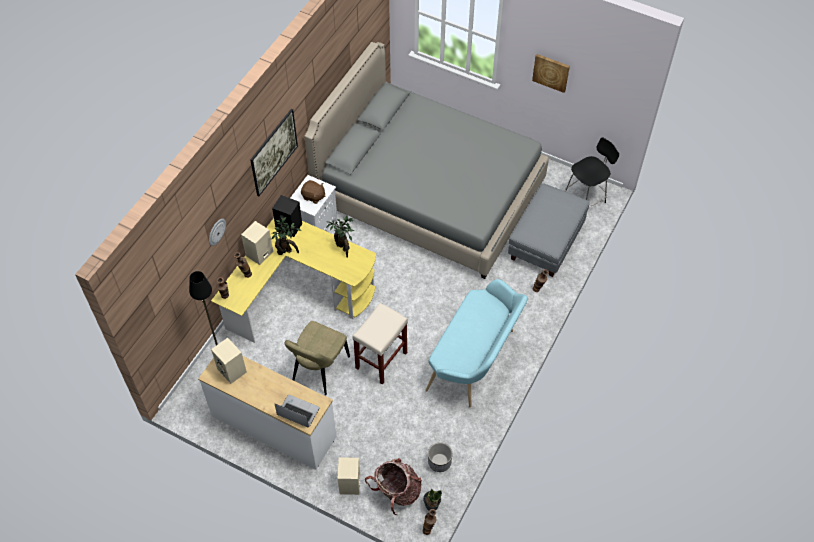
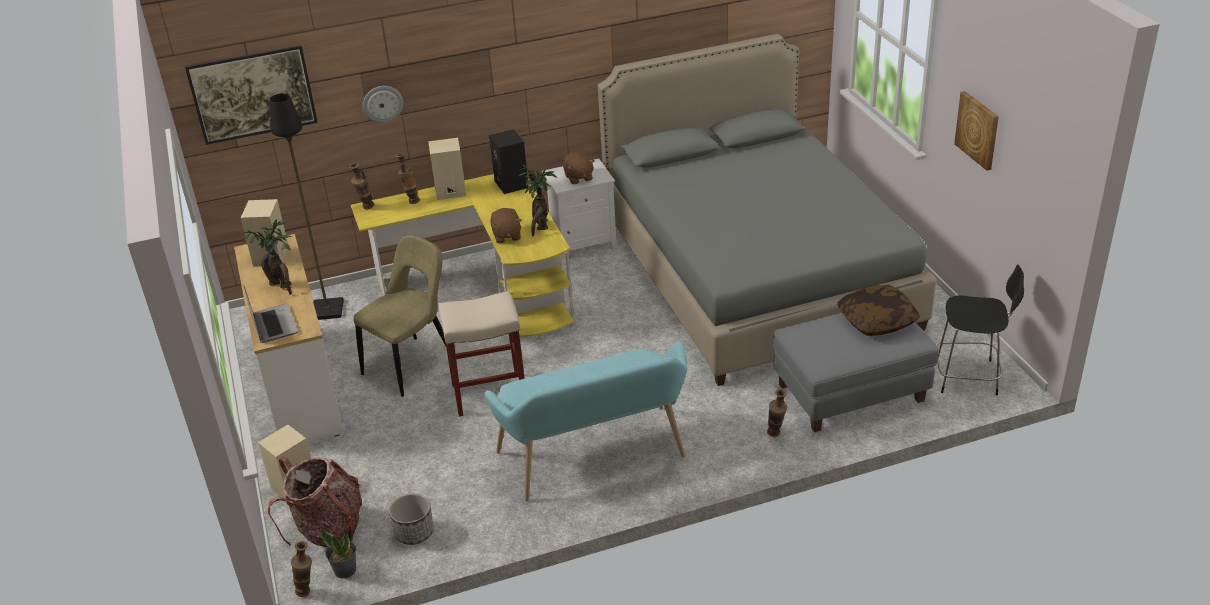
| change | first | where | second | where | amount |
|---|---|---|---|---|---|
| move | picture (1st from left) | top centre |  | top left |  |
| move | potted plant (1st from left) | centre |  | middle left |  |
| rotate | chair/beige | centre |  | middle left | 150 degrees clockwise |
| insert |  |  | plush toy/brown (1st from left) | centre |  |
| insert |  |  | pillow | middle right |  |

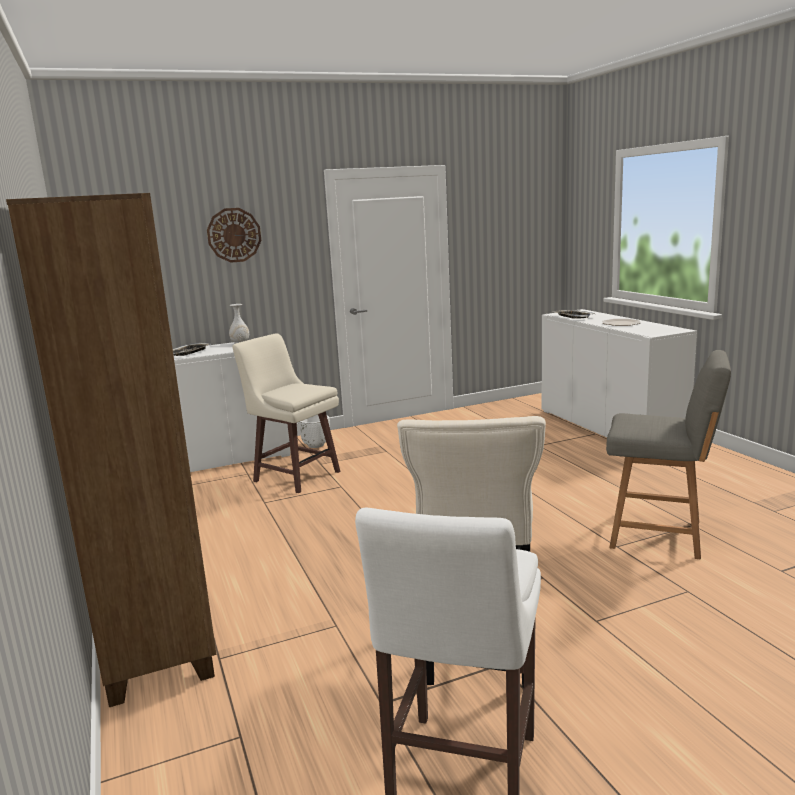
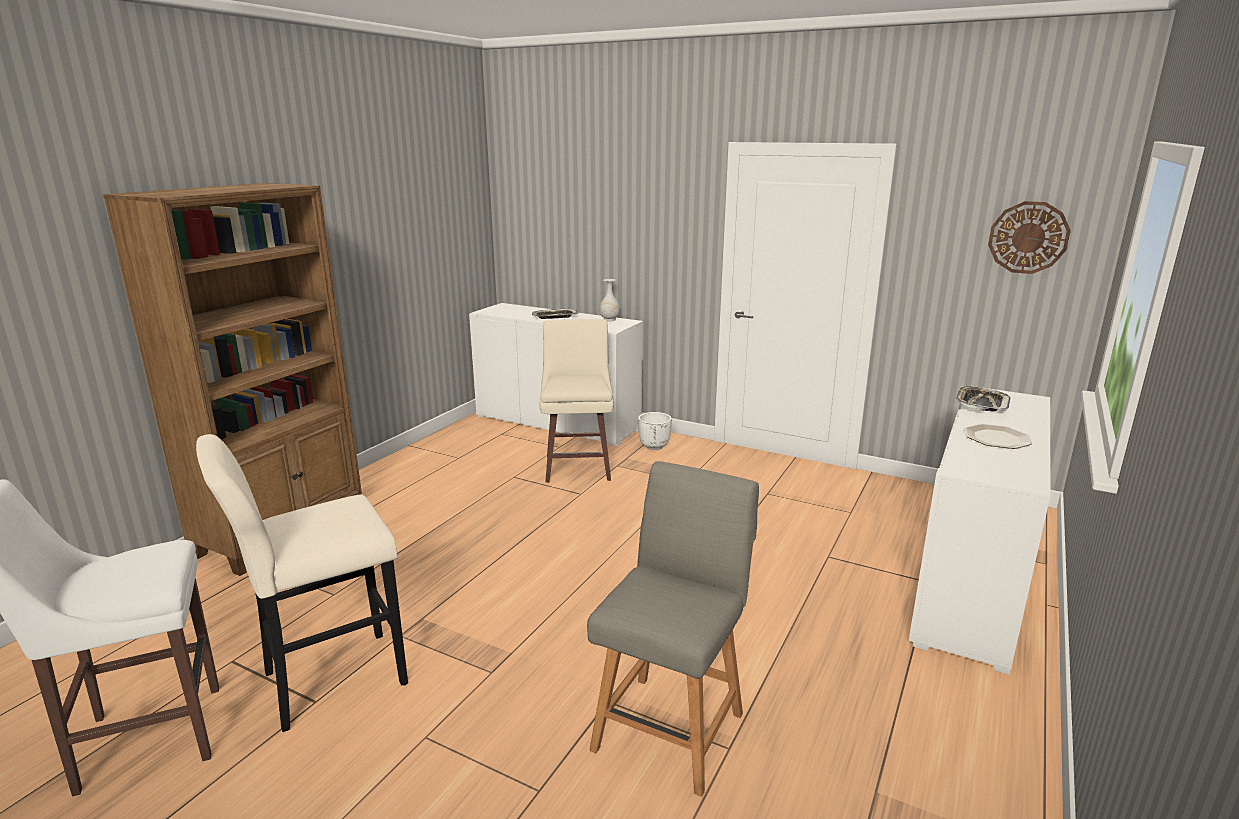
| change | first | where | second | where | amount |
|---|---|---|---|---|---|
| rotate | chair/grey | middle right |  | bottom centre | 135 degrees counterclockwise |
| move | wall clock | top left |  | top right |  |

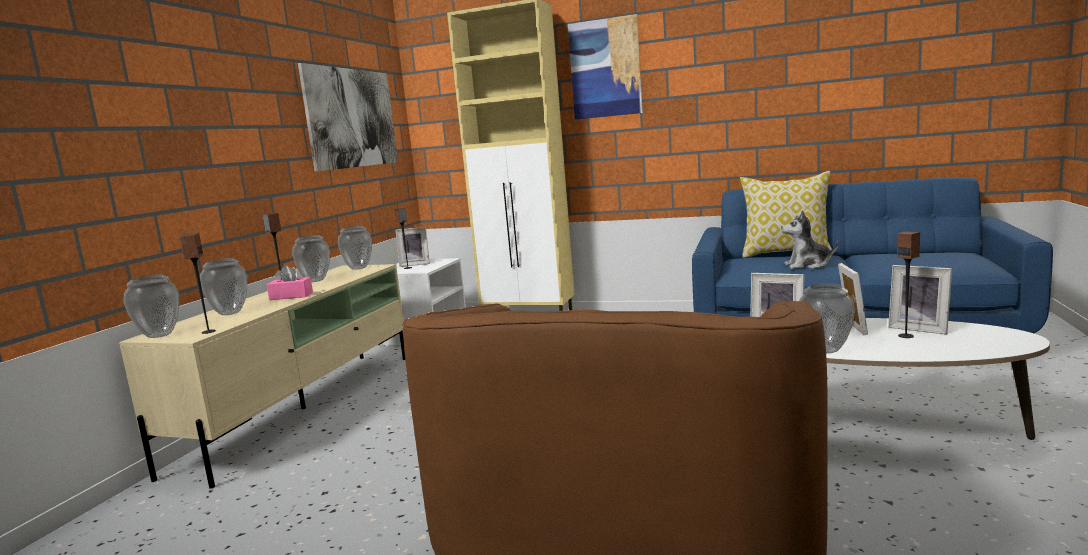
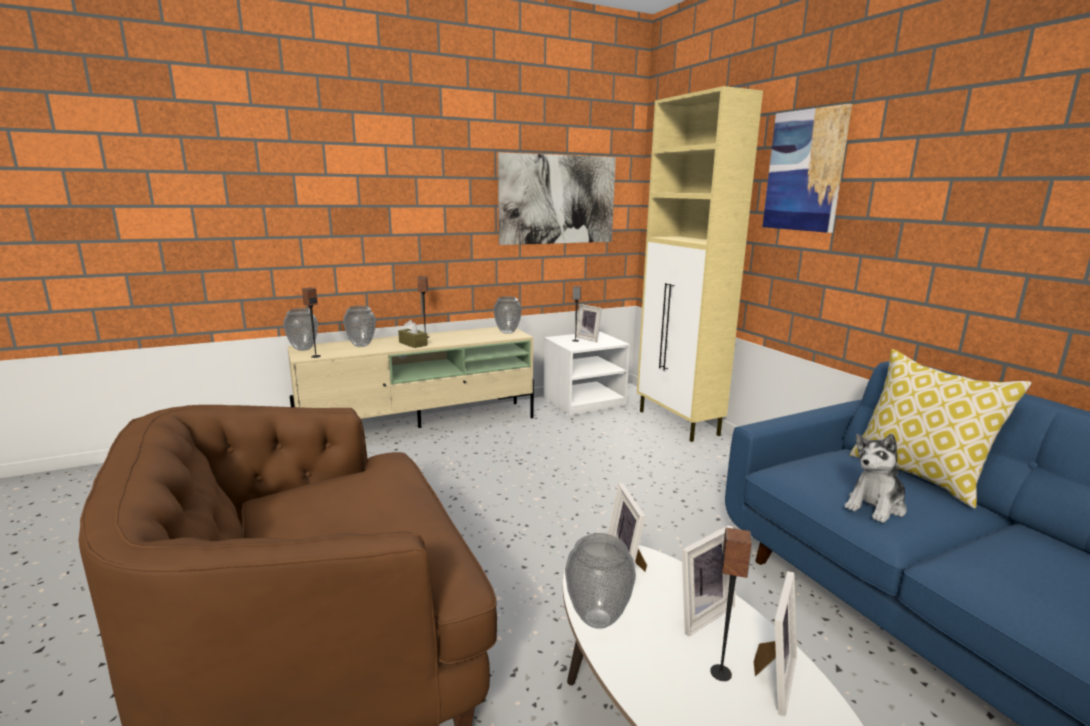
| change | first | where | second | where | amount |
|---|---|---|---|---|---|
| recolor | tissue box/pink | middle left | tissue box/brown | centre |  |
| rotate | picture frame (4th from left) | middle right |  | bottom right | 150 degrees counterclockwise |
| rotate | plush toy | middle right |  | middle right | 90 degrees counterclockwise |
| delete | vase (3rd from left) | middle left |  |  |  |

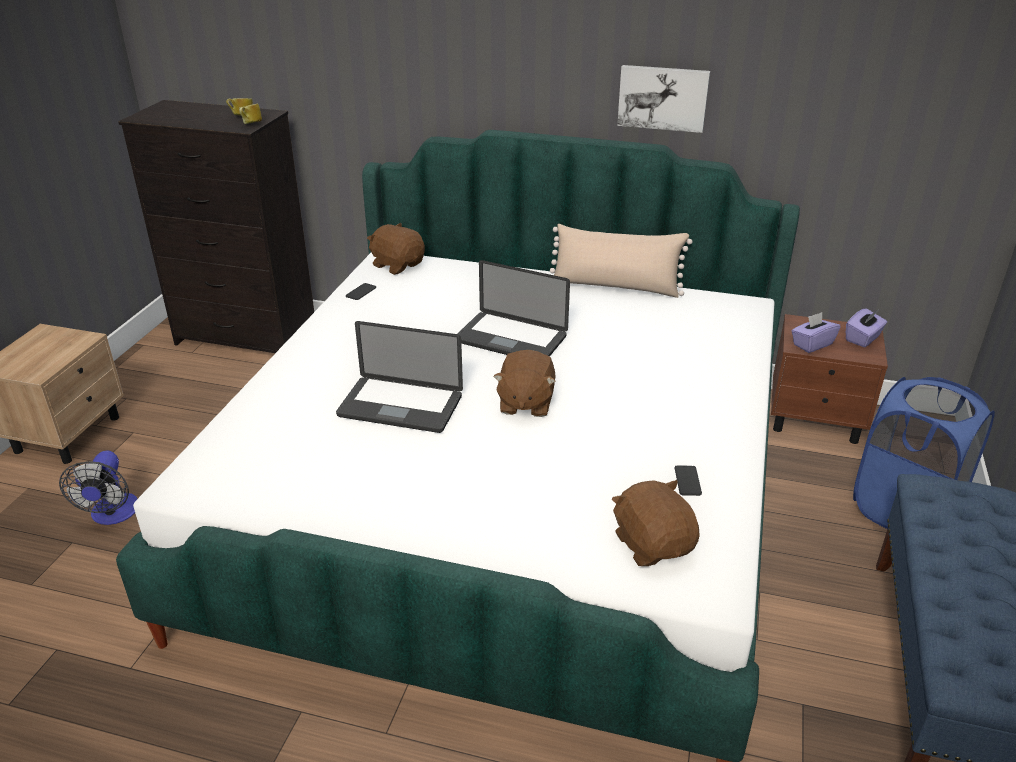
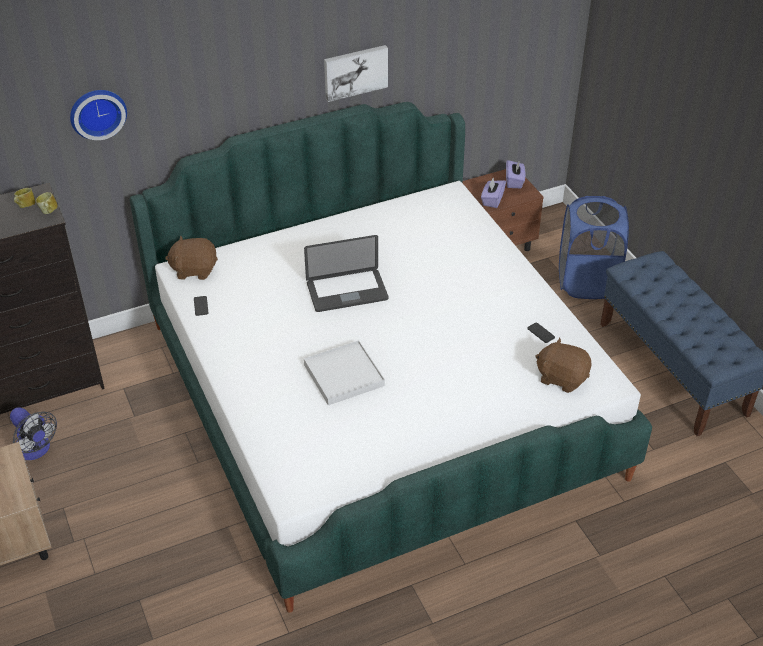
| change | first | where | second | where | amount |
|---|---|---|---|---|---|
| move | fan | middle left |  | bottom left |  |
| insert |  |  | wall clock | top left |  |
| replace | laptop (1st from left) | centre | tray/white | centre |  |
| delete | plush toy/brown (2nd from left) | centre |  |  |  |
| delete | pillow/beige | centre |  |  |  |

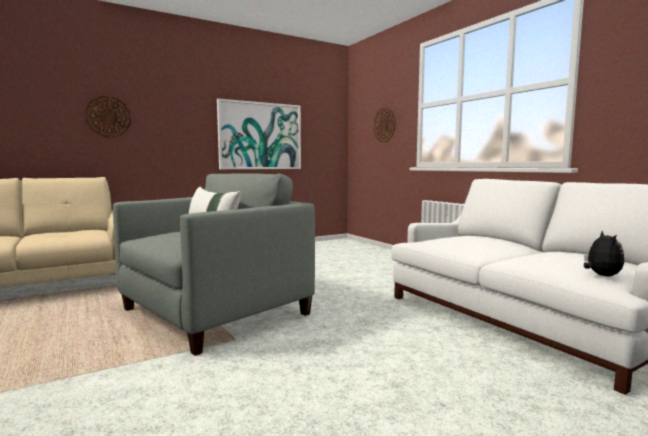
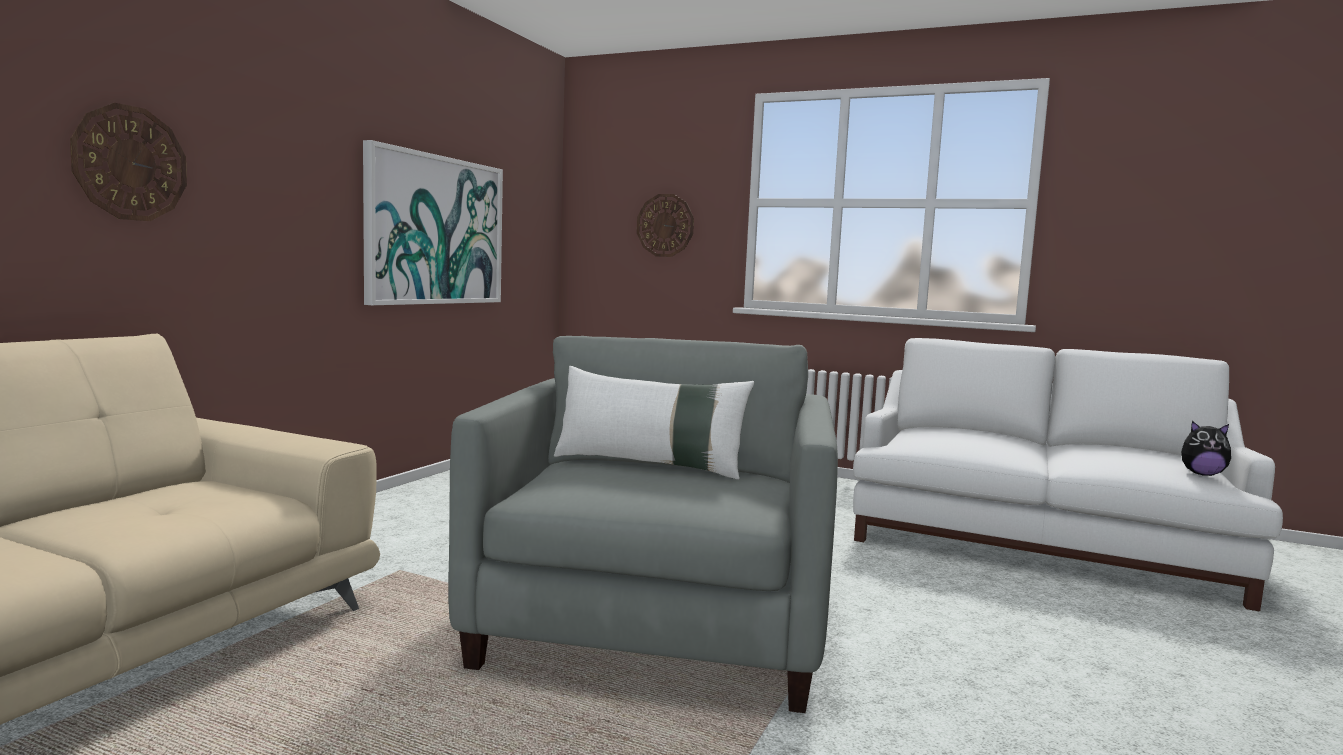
| change | first | where | second | where | amount |
|---|---|---|---|---|---|
| rotate | plush toy | middle right |  | middle right | 135 degrees clockwise |

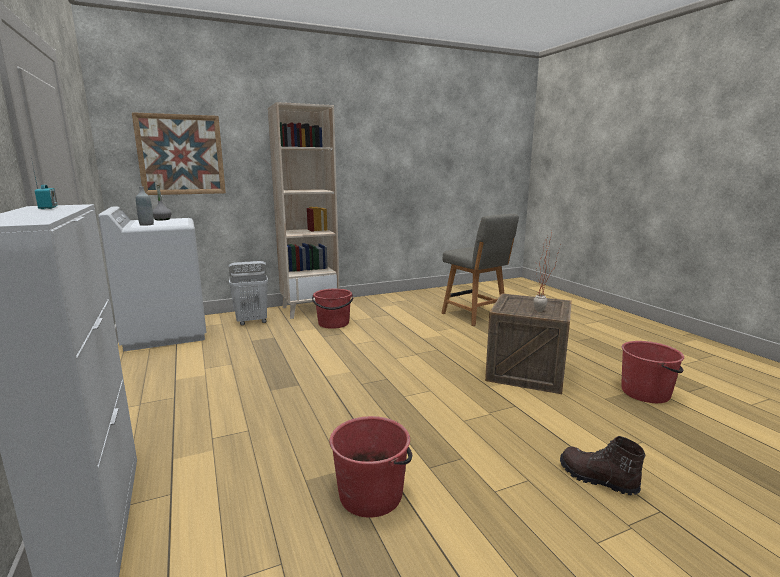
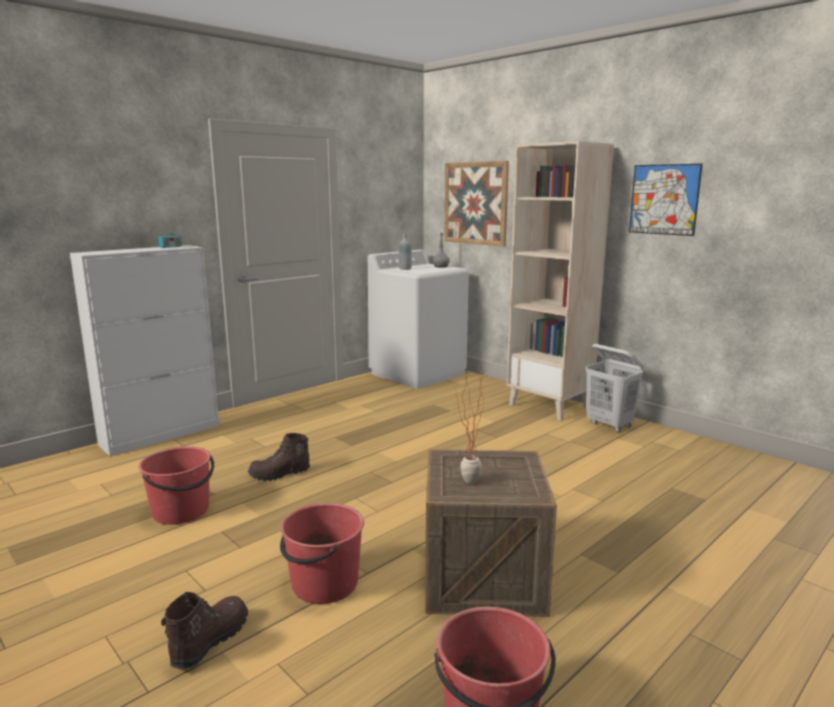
| change | first | where | second | where | amount |
|---|---|---|---|---|---|
| insert |  |  | boot/brown (2nd from left) | centre |  |
| move | bucket/red (1st from left in the first image) | centre | bucket/red (2nd from left) | bottom centre |  |
| move | laundry basket/white | middle left |  | middle right |  |
| insert |  |  | picture (2nd from left) | top right |  |
| delete | chair/grey | centre |  |  |  |

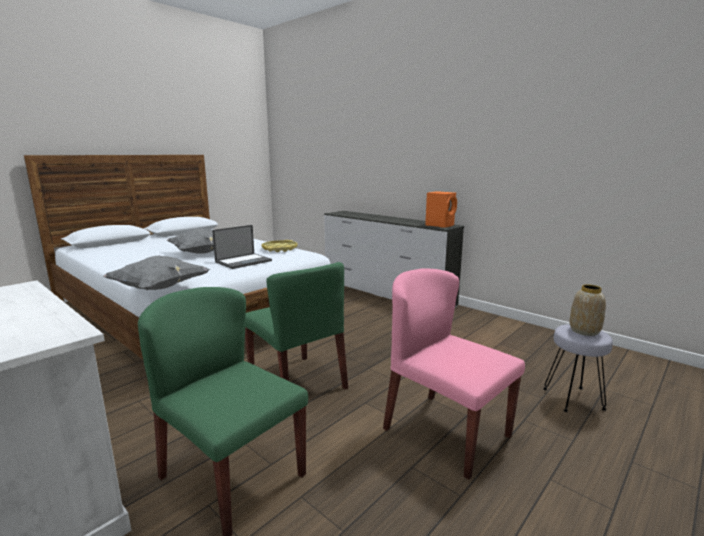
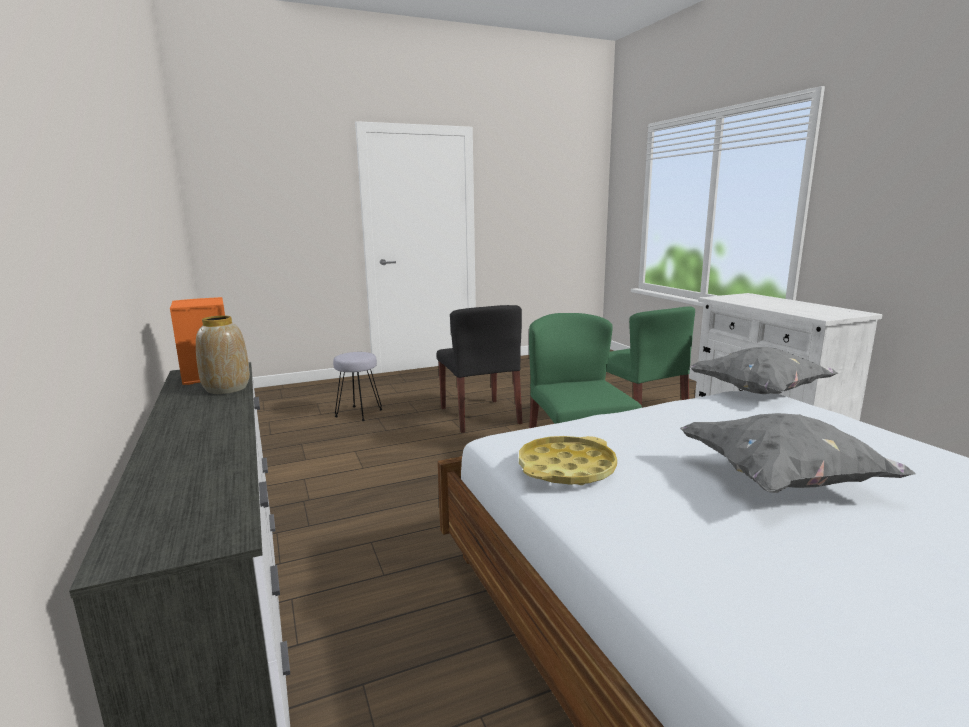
| change | first | where | second | where | amount |
|---|---|---|---|---|---|
| move | vase | middle right |  | middle left |  |
| recolor | chair/pink | bottom centre | chair/black | centre |  |
| delete | laptop | centre |  |  |  |

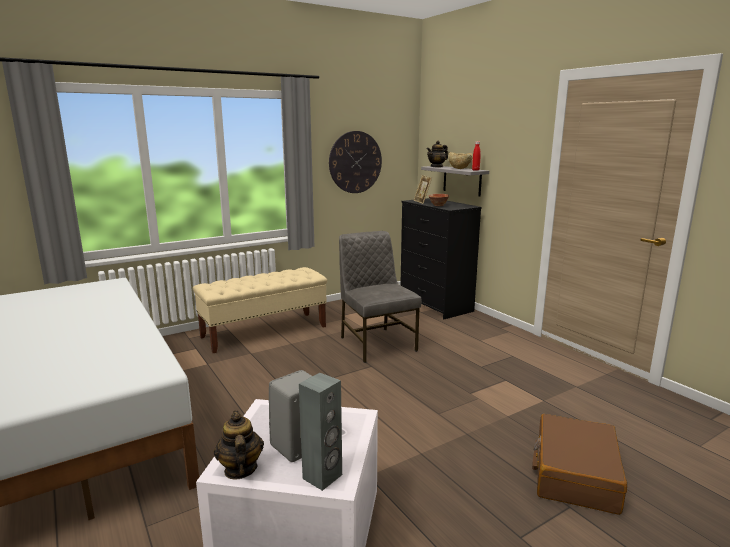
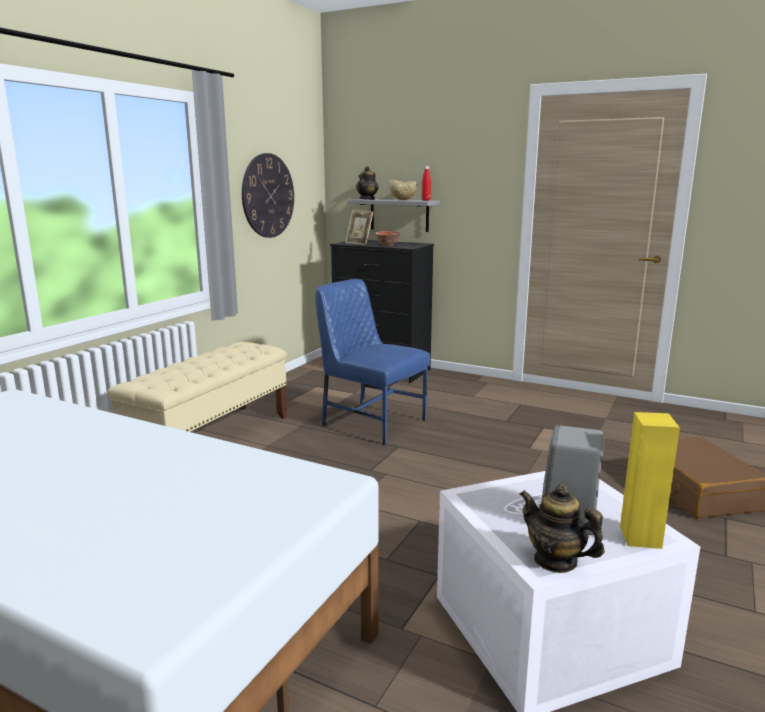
| change | first | where | second | where | amount |
|---|---|---|---|---|---|
| recolor | chair/grey | centre | chair/blue | centre |  |
| recolor | speaker/grey (2nd from left) | bottom centre | speaker/yellow | bottom right |  |

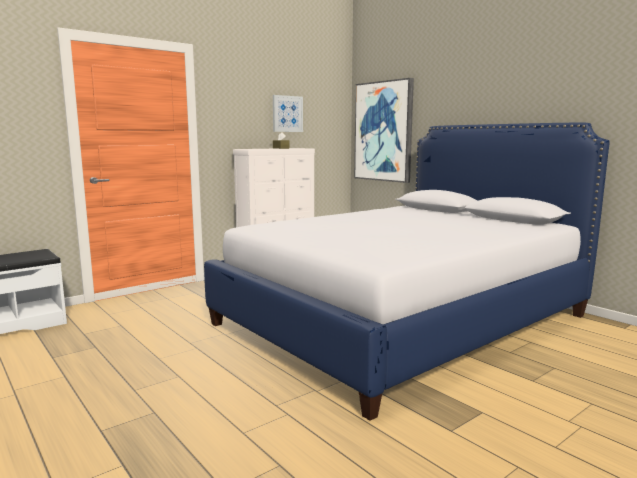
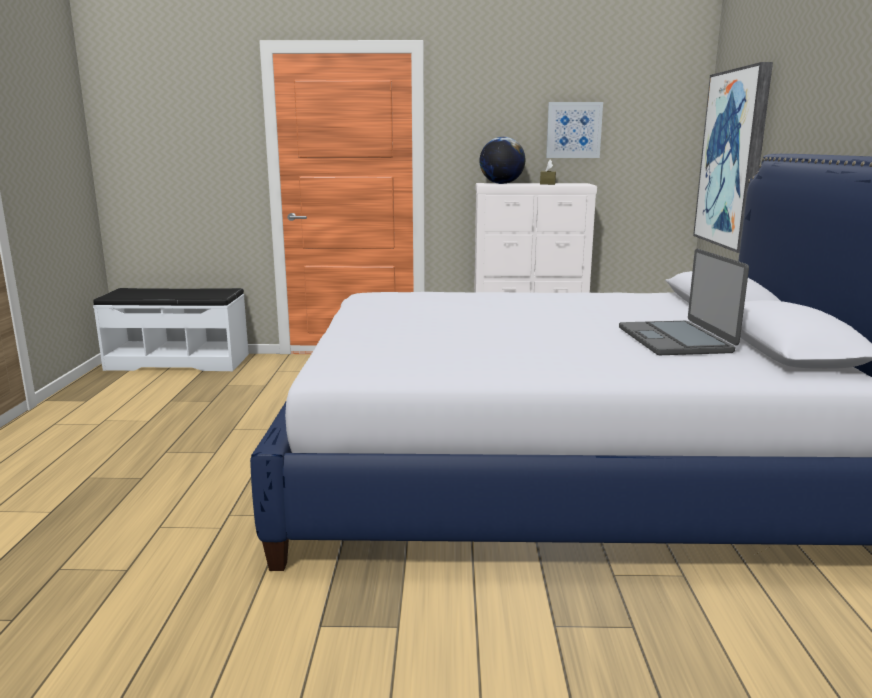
| change | first | where | second | where | amount |
|---|---|---|---|---|---|
| insert |  |  | globe | top centre |  |
| insert |  |  | laptop | middle right |  |

